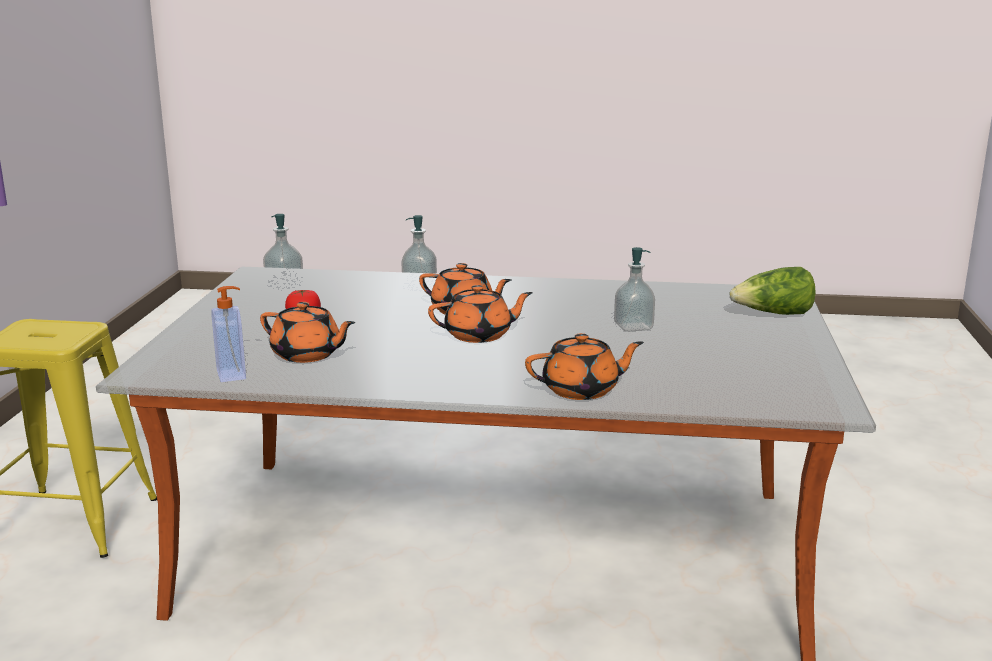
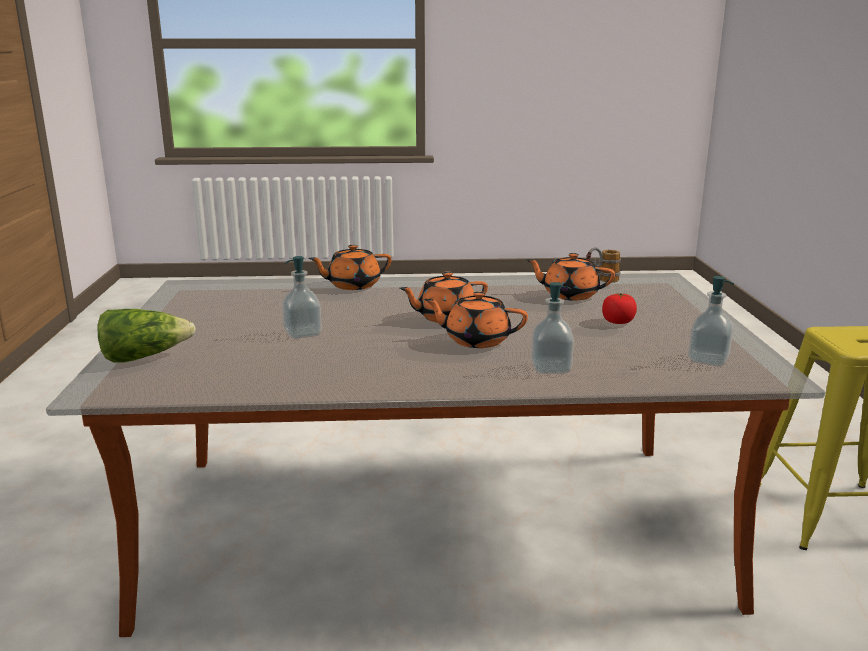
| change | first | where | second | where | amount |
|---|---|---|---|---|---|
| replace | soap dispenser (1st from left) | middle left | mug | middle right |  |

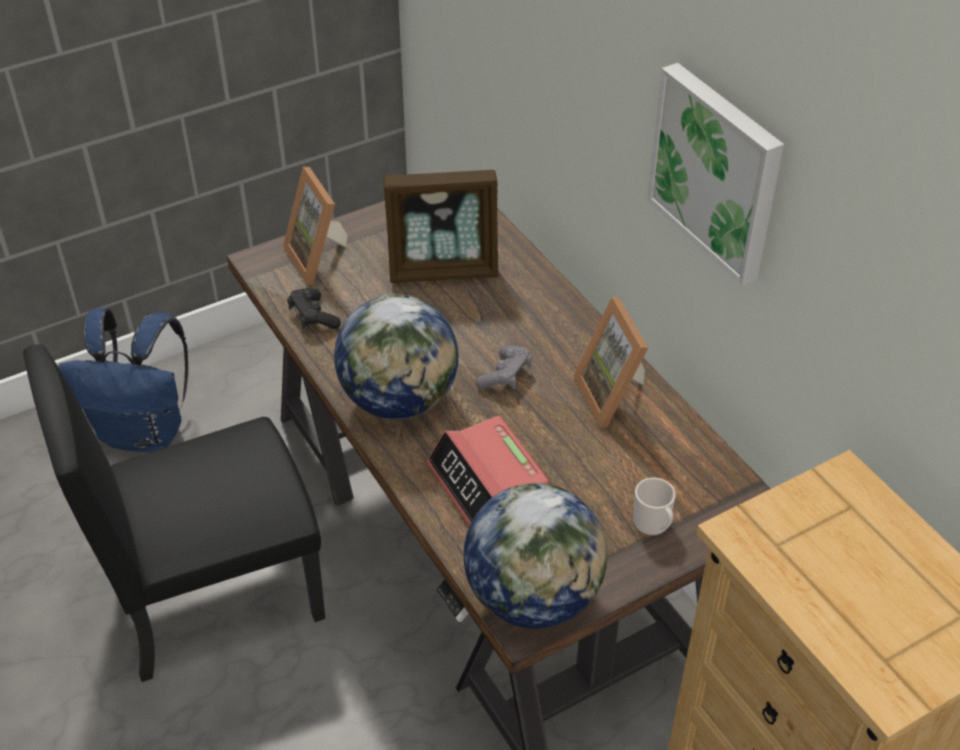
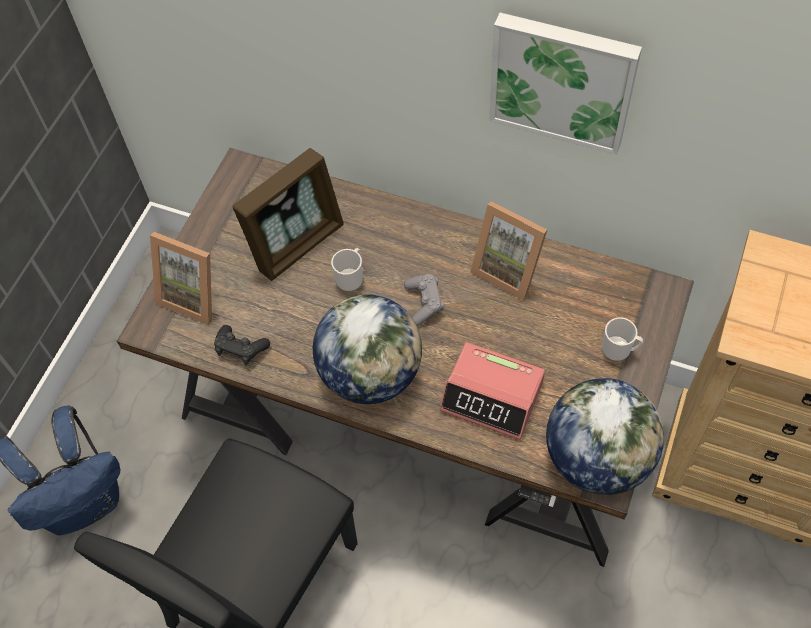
| change | first | where | second | where | amount |
|---|---|---|---|---|---|
| insert |  |  | mug (1st from left) | centre |  |

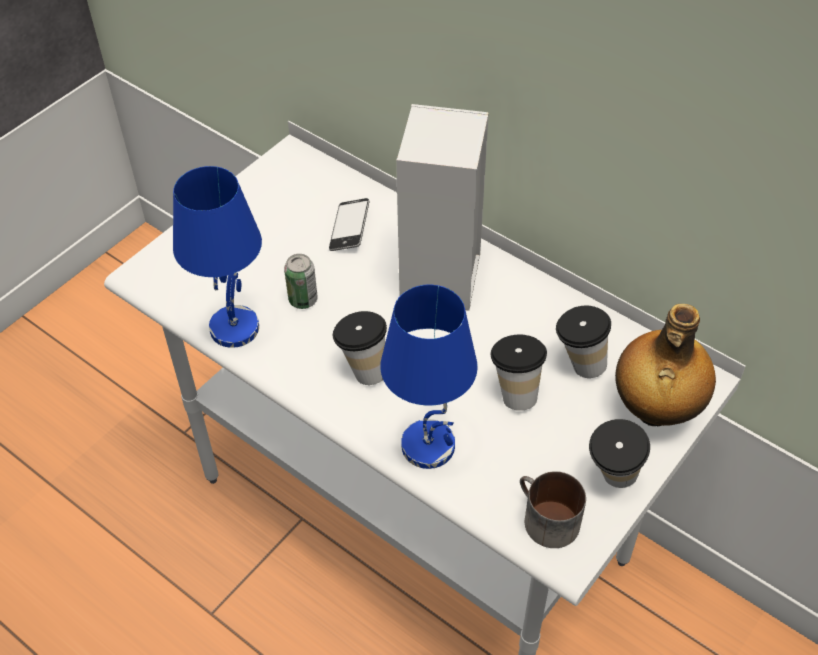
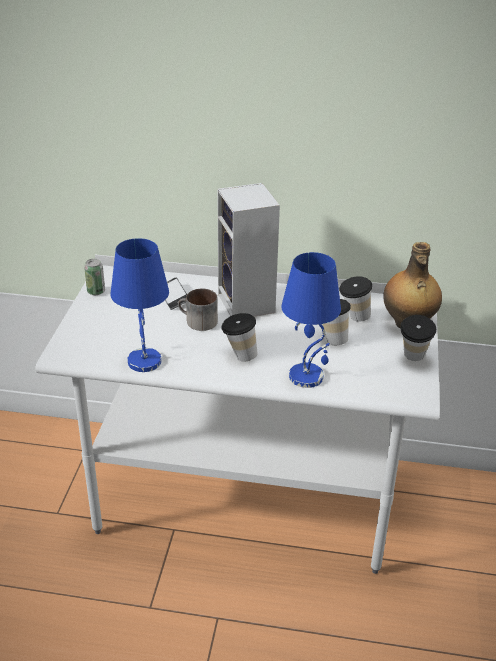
| change | first | where | second | where | amount |
|---|---|---|---|---|---|
| move | can | centre |  | middle left |  |
| move | mug | bottom right |  | centre |  |

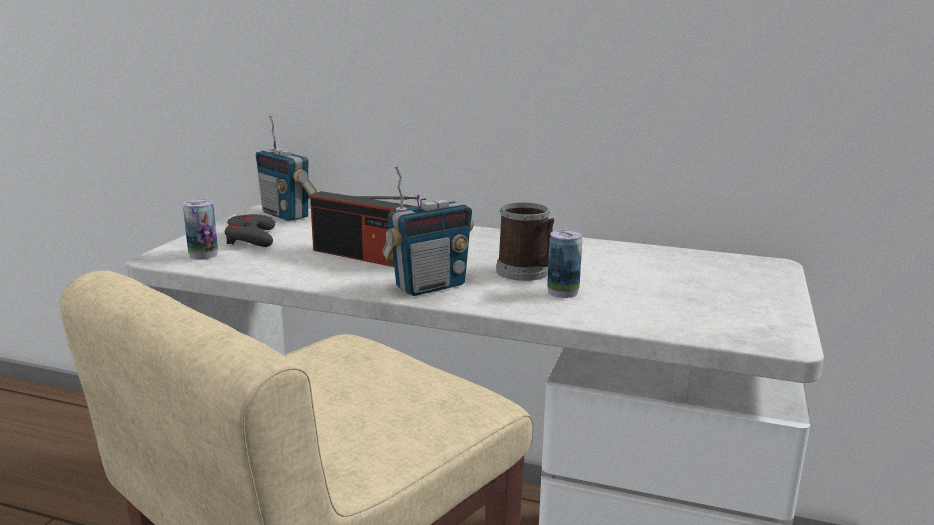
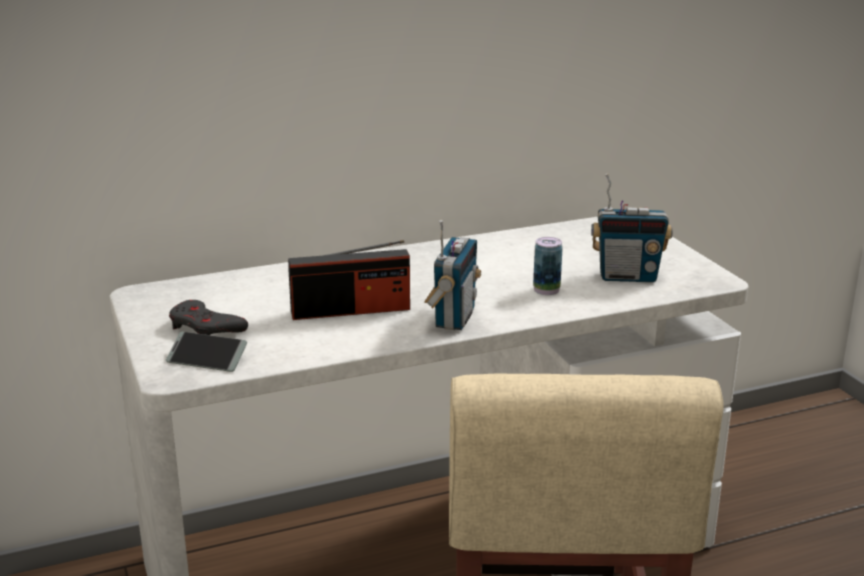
| change | first | where | second | where | amount |
|---|---|---|---|---|---|
| replace | can (1st from left) | middle left | phone | middle left |  |
| move | radio (1st from left in the first image) | top left | radio (3rd from left) | middle right |  |
| delete | mug | centre |  |  |  |

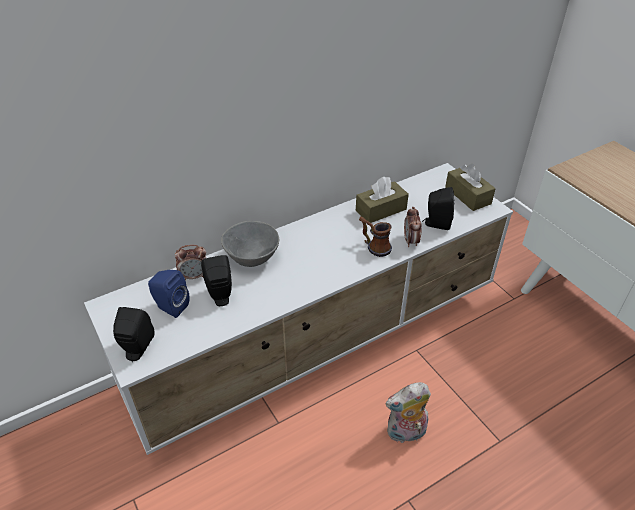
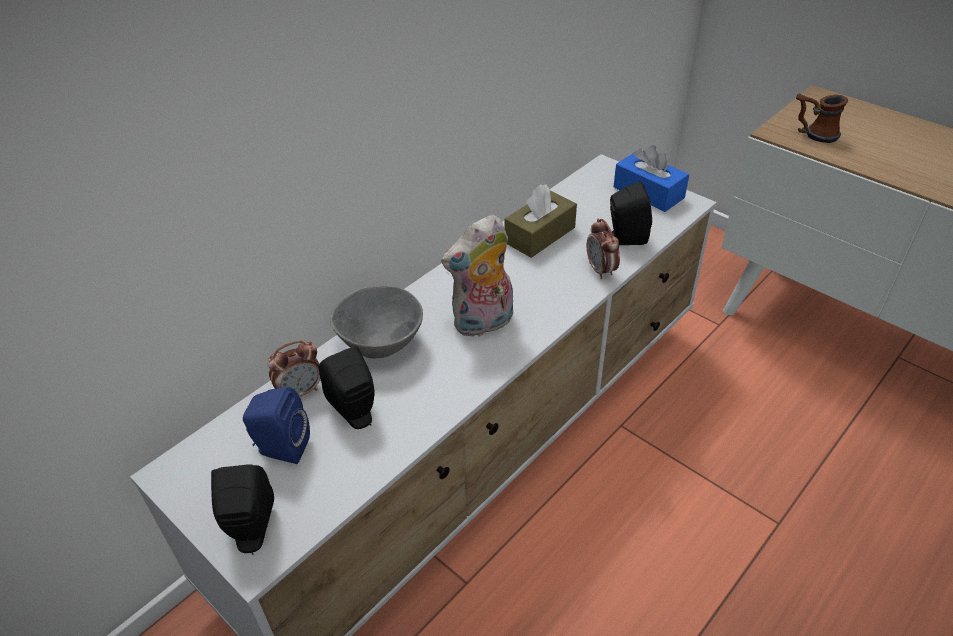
| change | first | where | second | where | amount |
|---|---|---|---|---|---|
| move | plush toy | bottom centre |  | centre |  |
| recolor | tissue box/brown (2nd from left) | middle right | tissue box/blue | top right |  |
| move | mug | centre |  | top right |  |

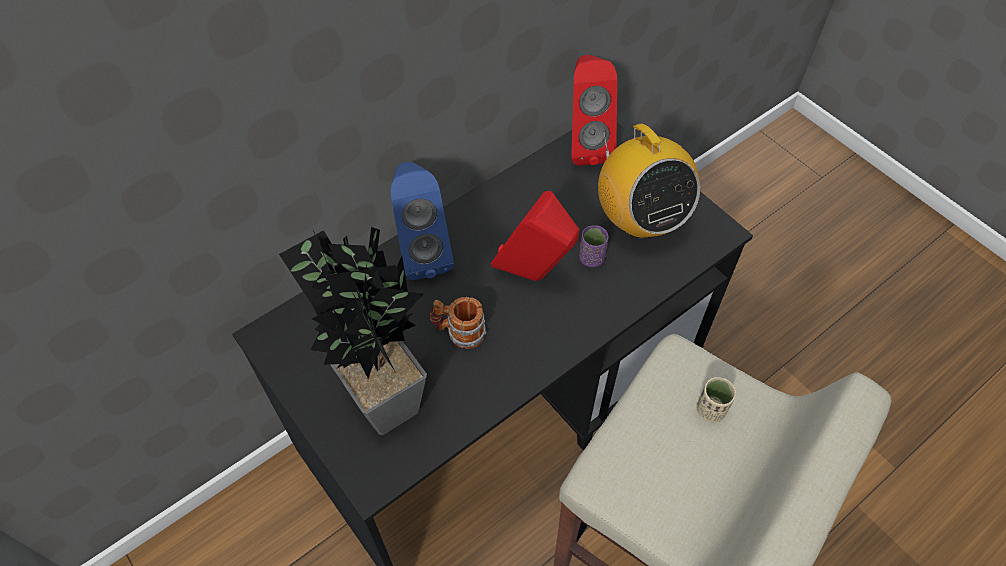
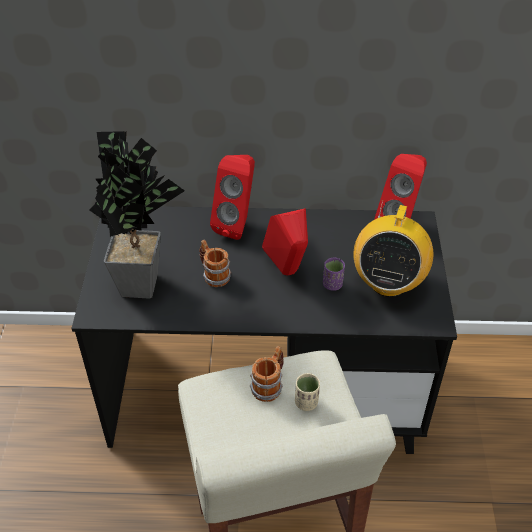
| change | first | where | second | where | amount |
|---|---|---|---|---|---|
| recolor | speaker/blue | centre | speaker/red (1st from left) | centre |  |
| insert |  |  | mug (2nd from left) | bottom centre |  |

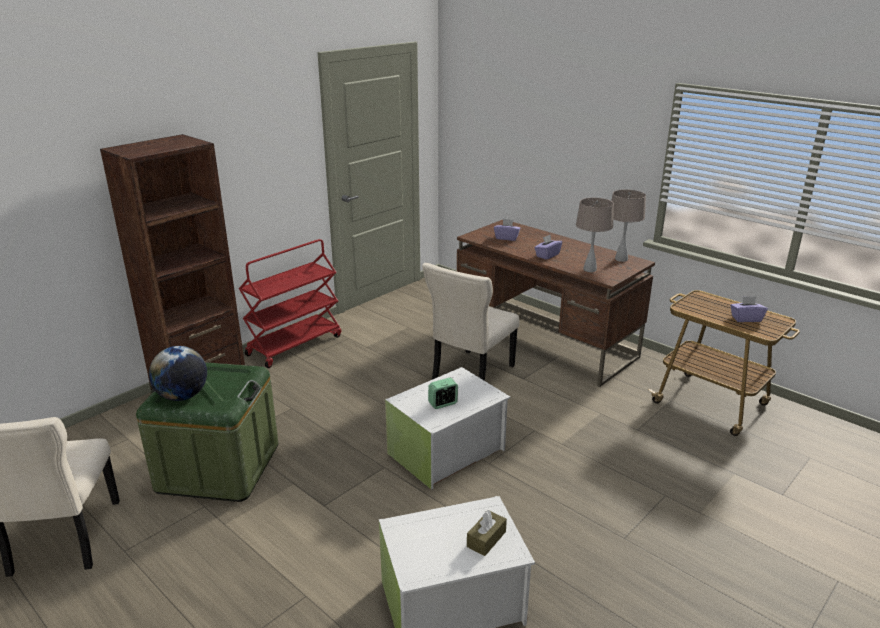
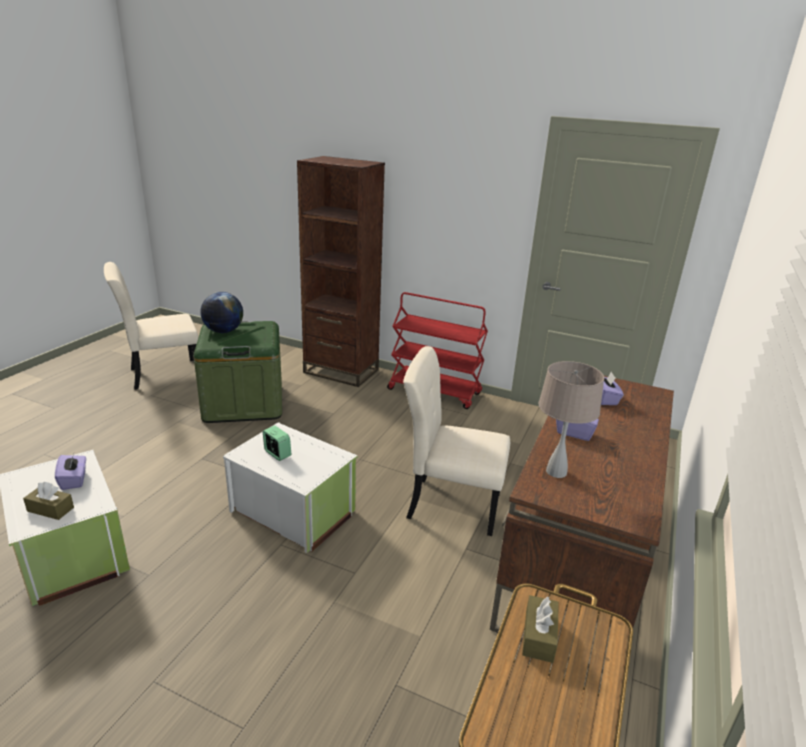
| change | first | where | second | where | amount |
|---|---|---|---|---|---|
| move | tissue box/purple (3rd from left in the first image) | middle right | tissue box/purple (1st from left) | middle left |  |
| insert |  |  | tissue box/brown (2nd from left) | bottom right |  |
| delete | table lamp/beige (2nd from left) | middle right |  |  |  |

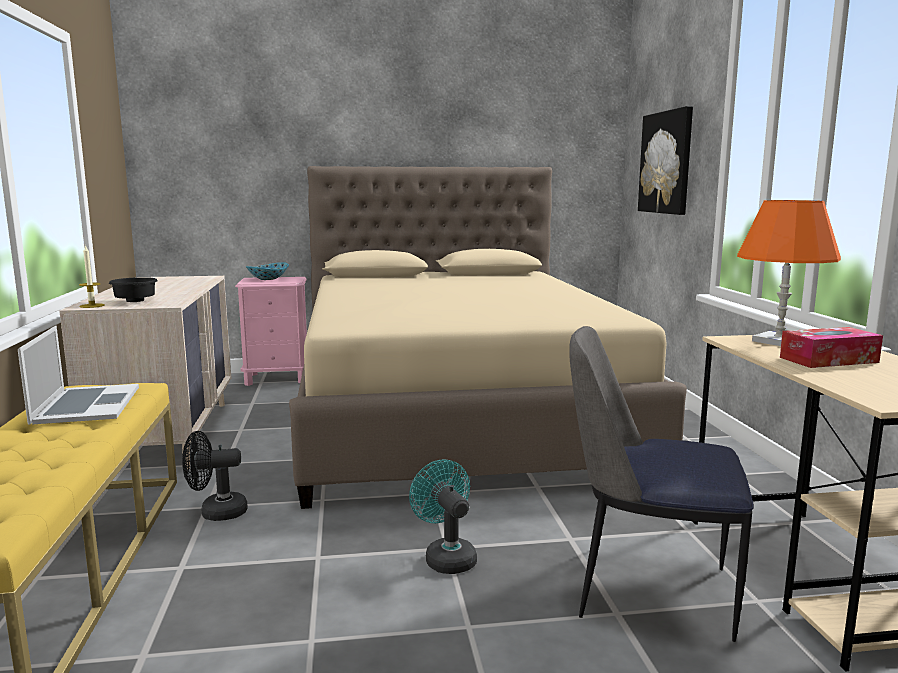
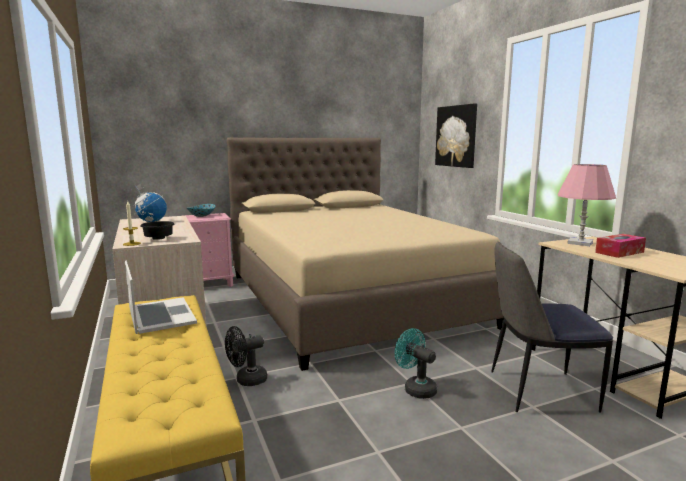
| change | first | where | second | where | amount |
|---|---|---|---|---|---|
| insert |  |  | globe | middle left |  |
| recolor | table lamp/orange | middle right | table lamp/pink | middle right |  |

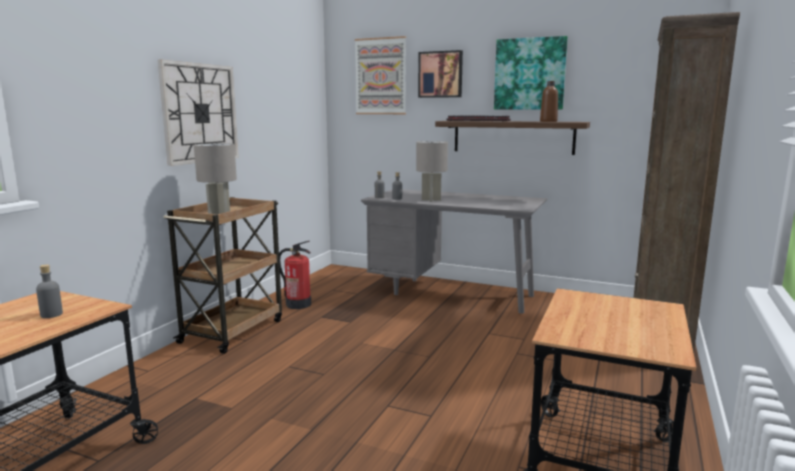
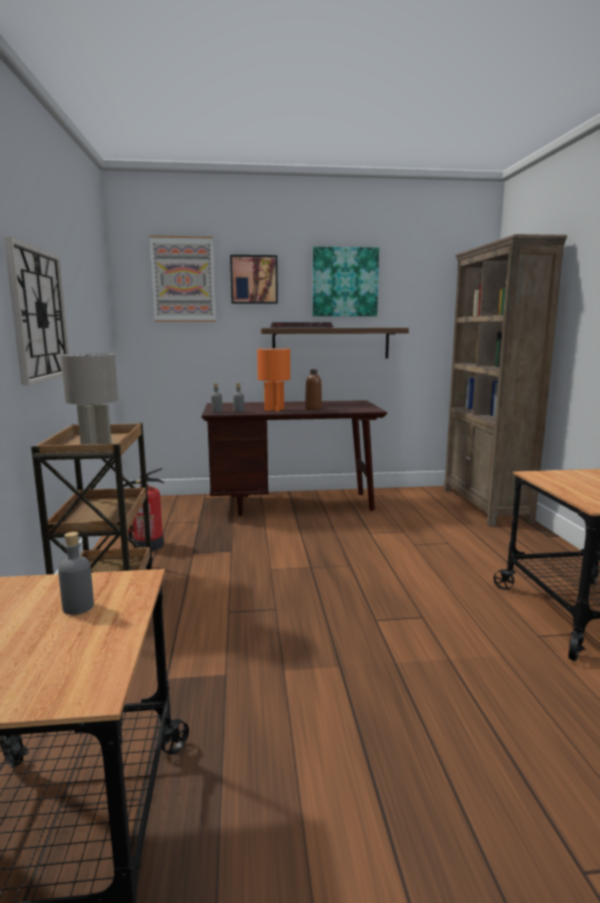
| change | first | where | second | where | amount |
|---|---|---|---|---|---|
| recolor | desk/grey | centre | desk/brown | centre |  |
| recolor | table lamp/grey (2nd from left) | centre | table lamp/orange | centre |  |
| move | bottle/brown | top right |  | centre |  |

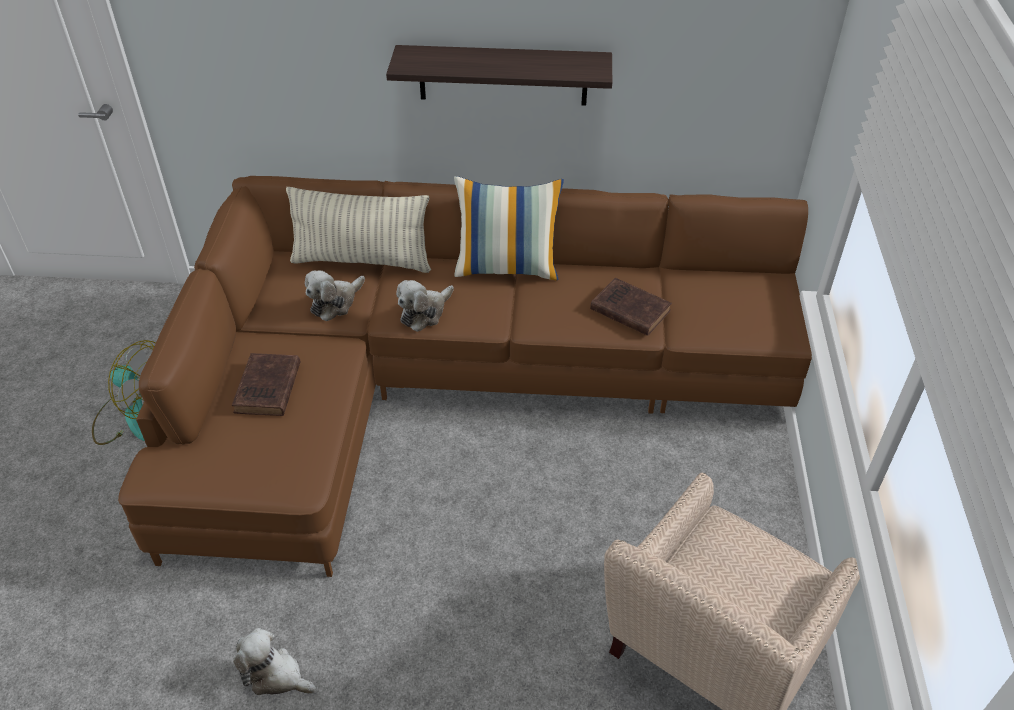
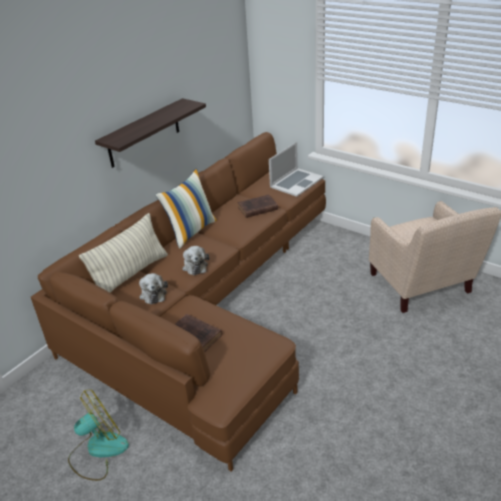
| change | first | where | second | where | amount |
|---|---|---|---|---|---|
| insert |  |  | laptop | centre |  |
| delete | plush toy (1st from left) | bottom left |  |  |  |

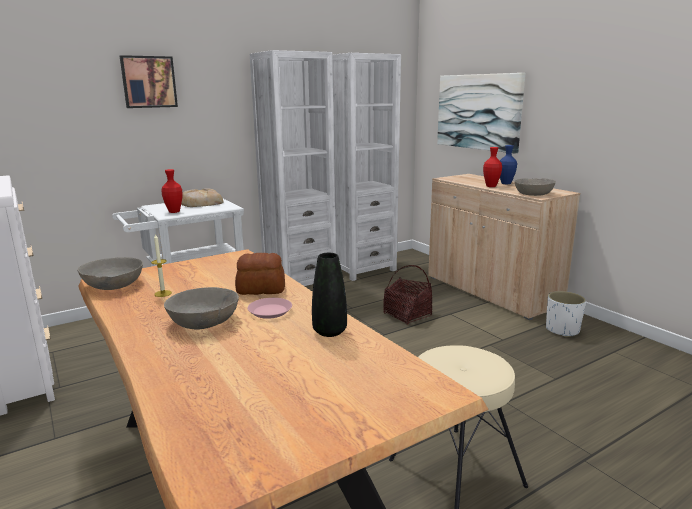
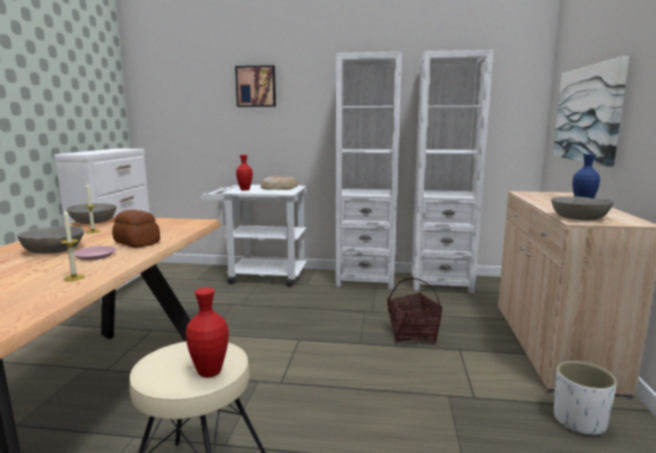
| change | first | where | second | where | amount |
|---|---|---|---|---|---|
| replace | vase/black | centre | candle (1st from left) | middle left |  |
| move | vase/red (2nd from left in the first image) | top right | vase/red (1st from left) | bottom left |  |

